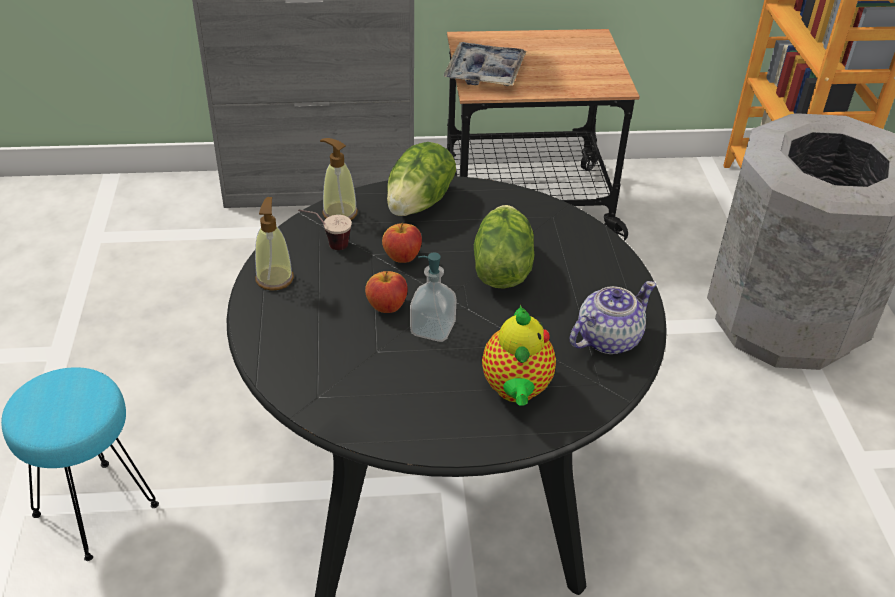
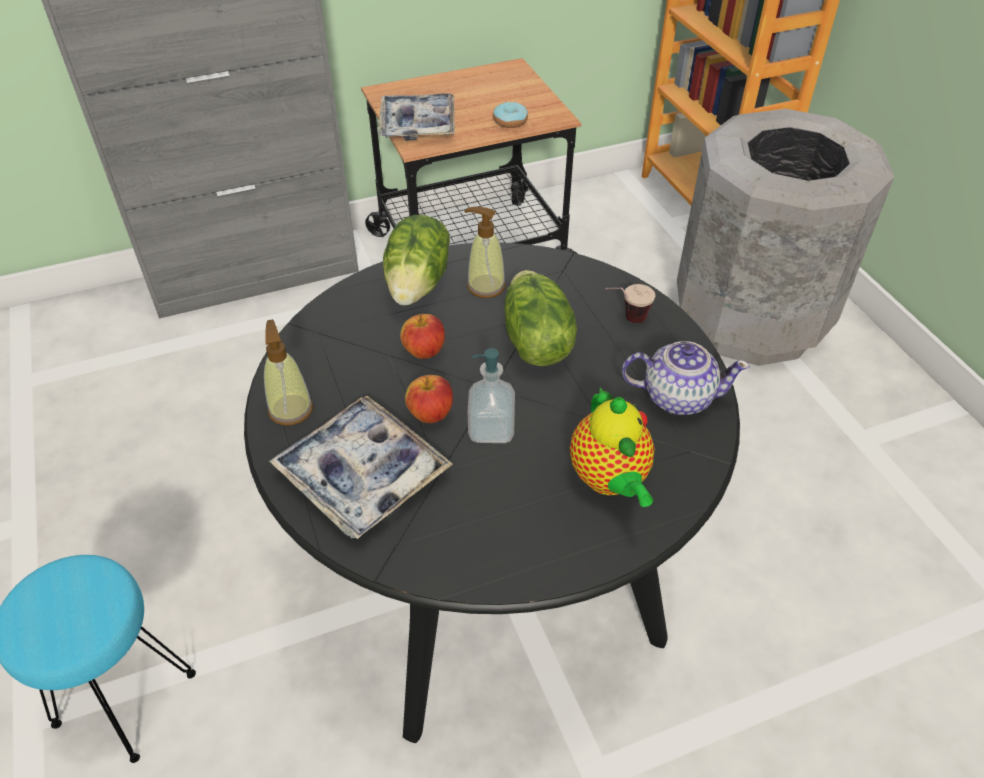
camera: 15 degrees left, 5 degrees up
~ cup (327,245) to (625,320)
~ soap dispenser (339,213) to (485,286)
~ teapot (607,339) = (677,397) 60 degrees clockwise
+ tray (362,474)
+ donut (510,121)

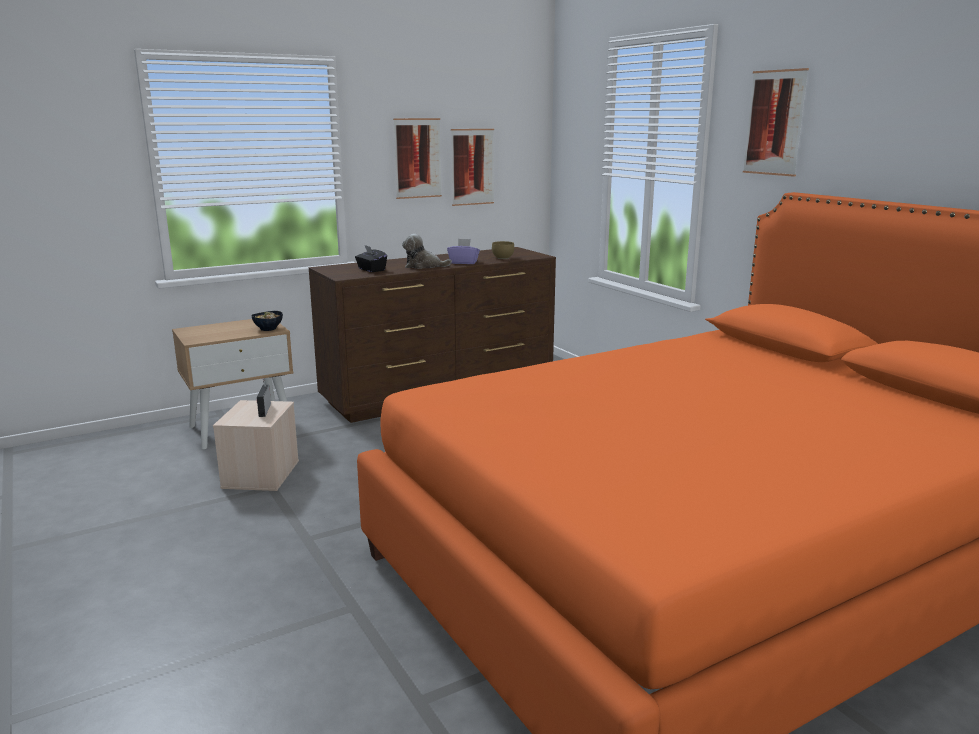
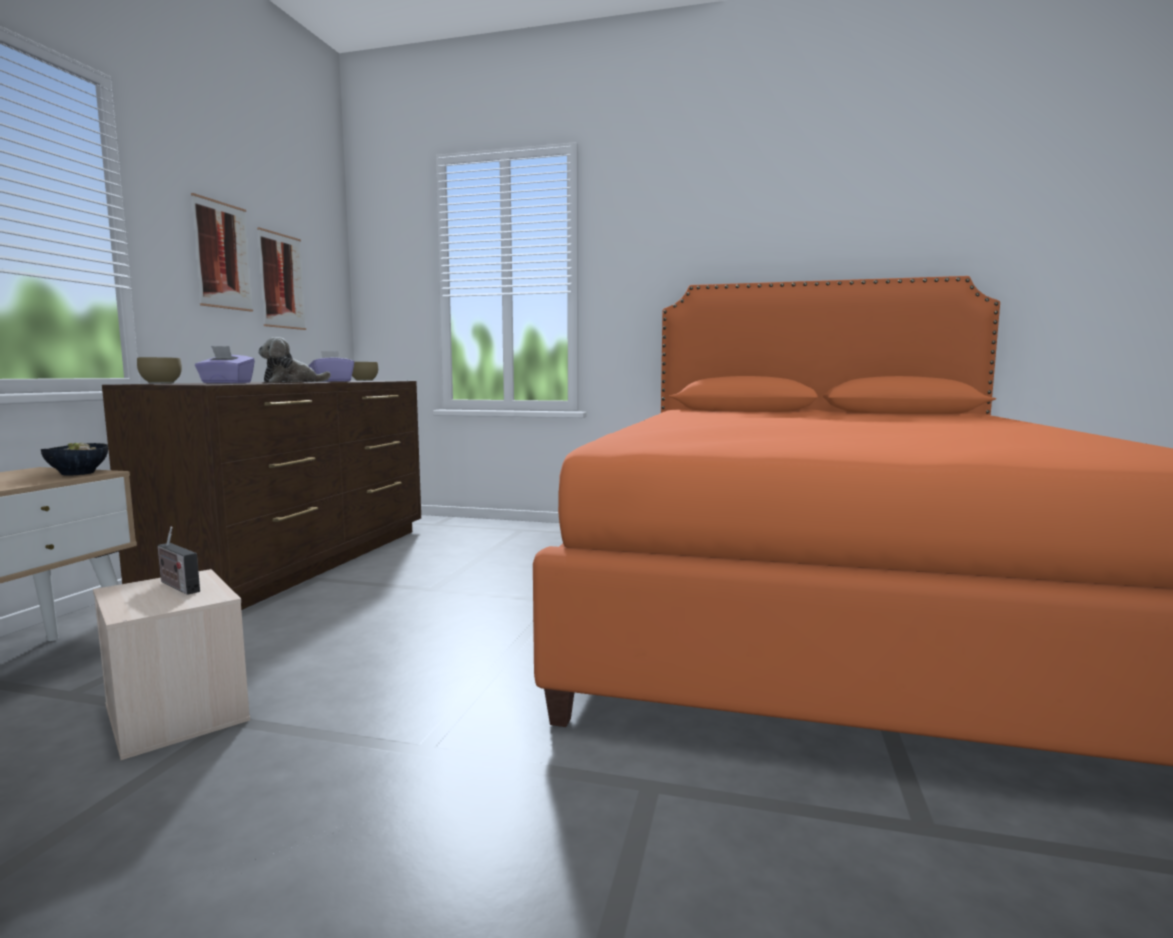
camera: 45 degrees left, 10 degrees down
~ tissue box (black) (371,270) to tissue box (purple) (226,383)
- picture (774,123)
+ bowl (brown) (163,383)

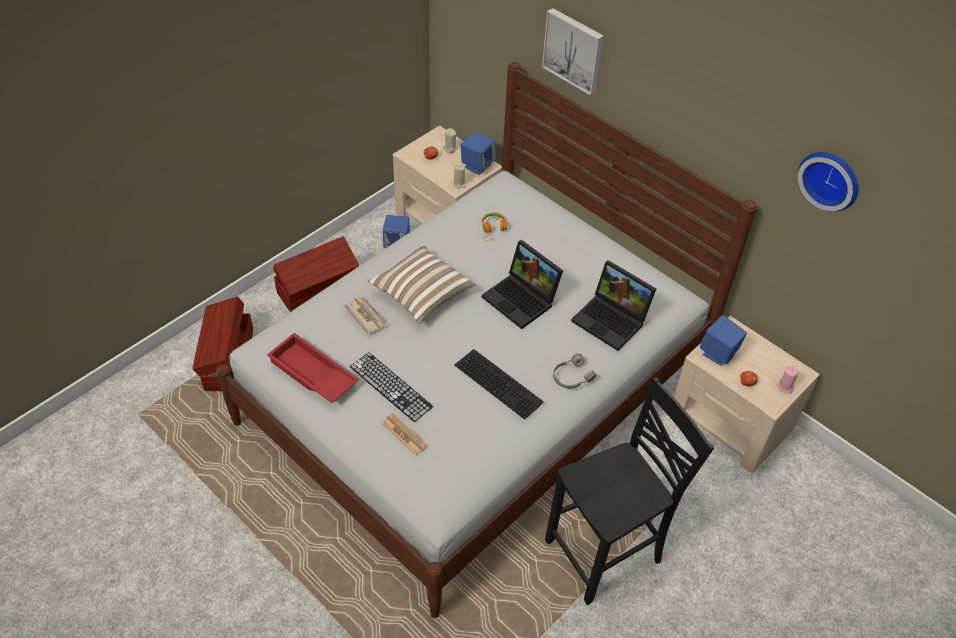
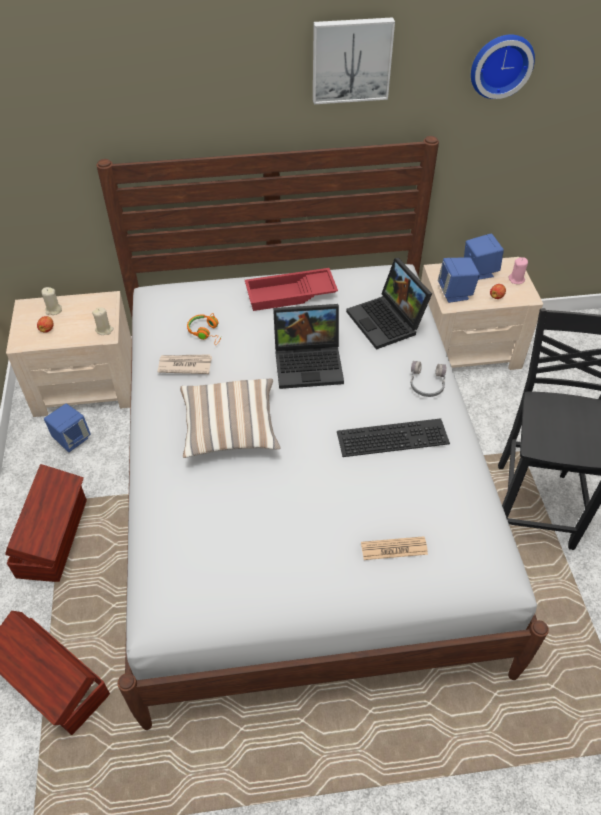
camera: 50 degrees left, 0 degrees up
~ tray (red) (312,374) to (290,295)
~ newspaper (366,316) to (184,365)
- keyboard (391,386)
~ speaker (blue) (477,165) to (479,271)
~ picture (574,50) to (351,60)
~ laptop (612,320) = (388,322) 75 degrees clockwise

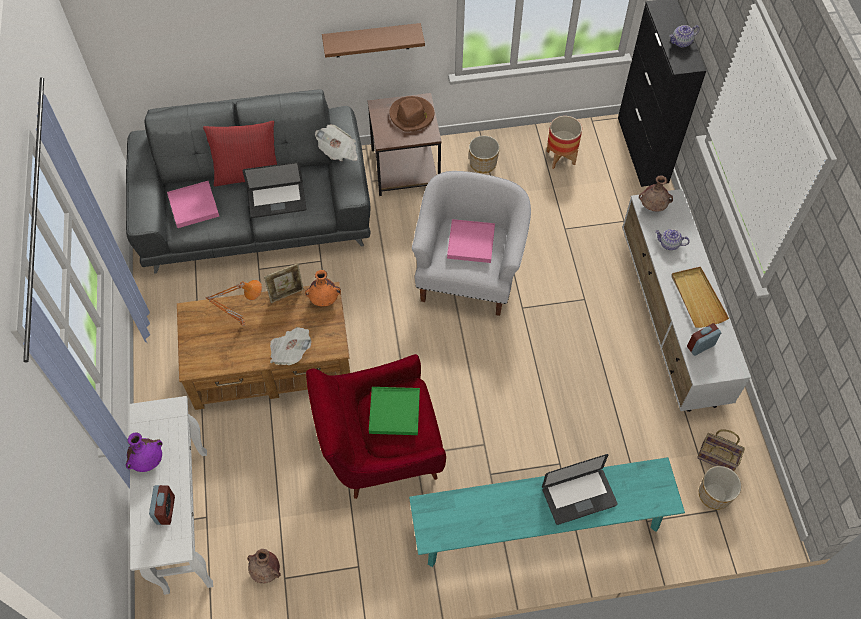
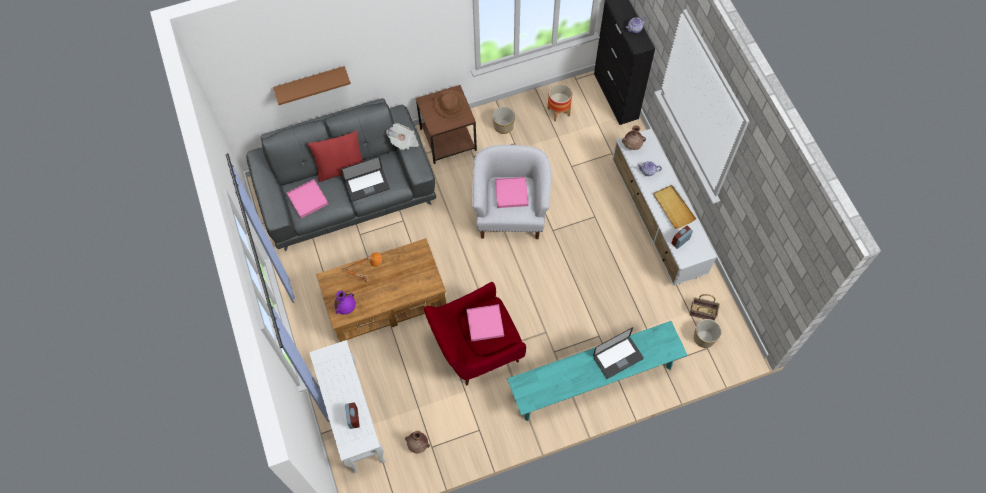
camera: 10 degrees left, 5 degrees up
~ vase (purple) (148,460) to (346,307)
- picture frame (287,294)
- newspaper (290,352)
- vase (orange) (324,300)
~ shelf (brown) (372,40) to (311,83)
~ tray (green) (394,412) to tray (pink) (485,323)

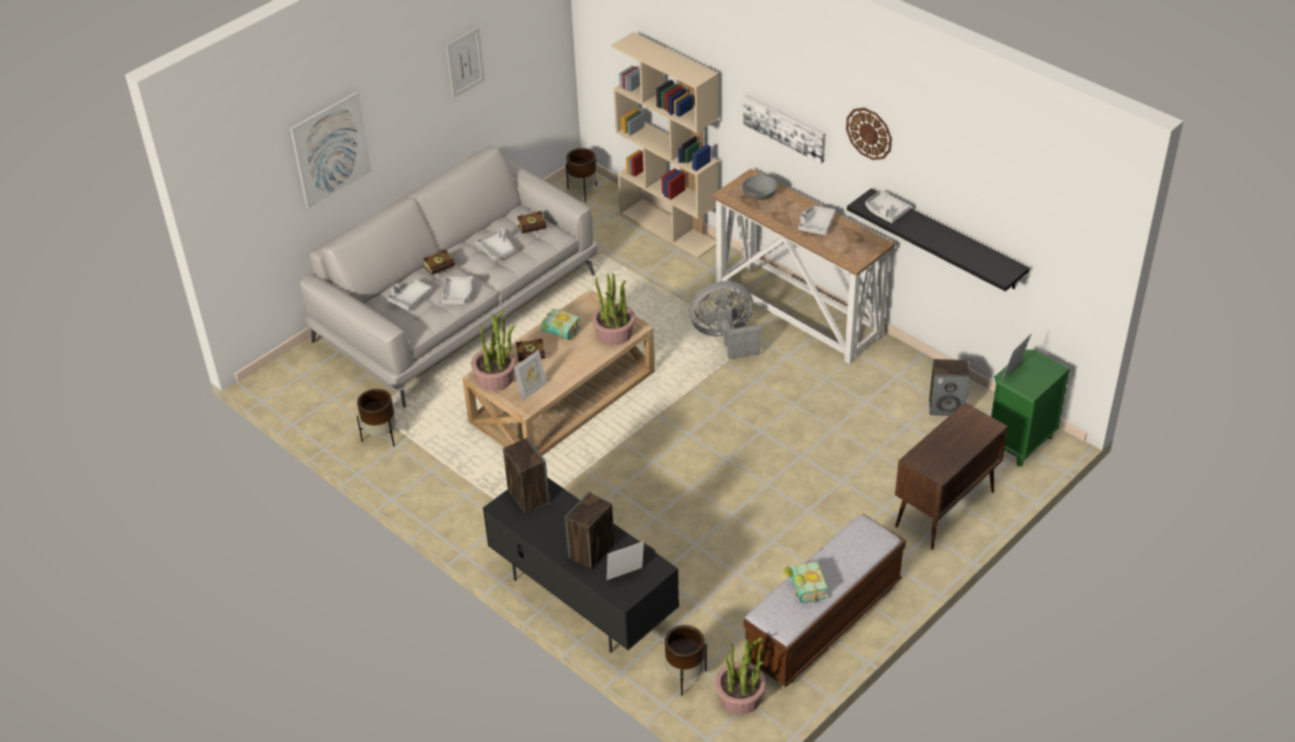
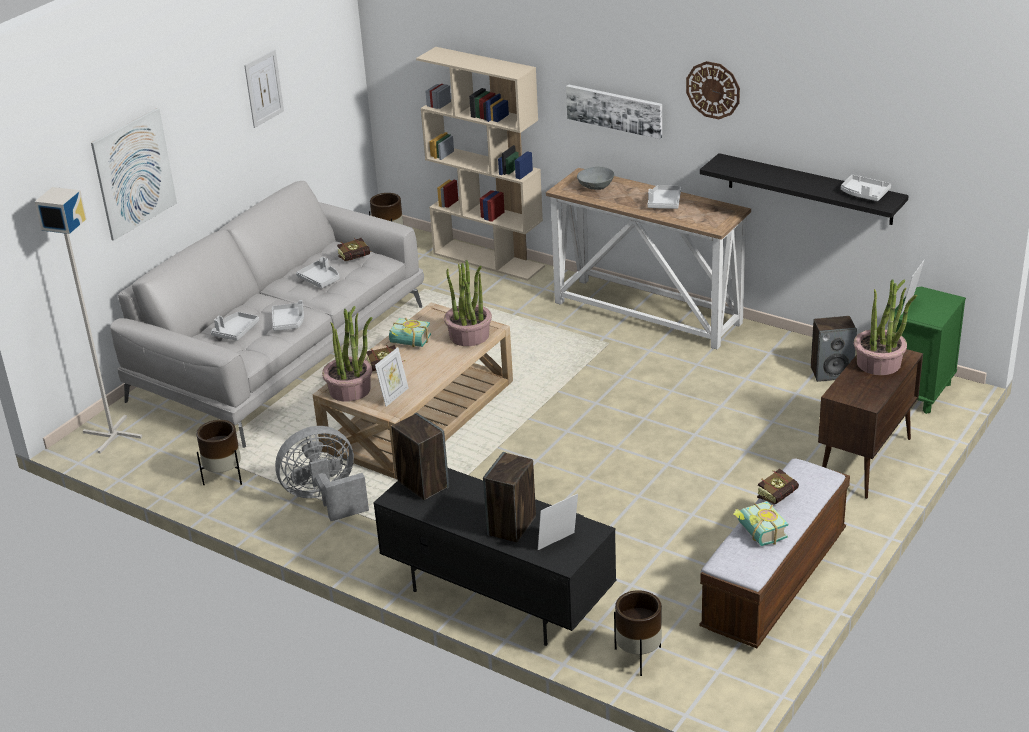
camera: 10 degrees left, 10 degrees down
~ book (443,269) to (779,495)
~ fan (grey) (726,338) to (325,499)
~ potted plant (740,697) to (879,363)
~ tray (grey) (885,212) to (864,194)
+ floor lamp (grey) (112,434)

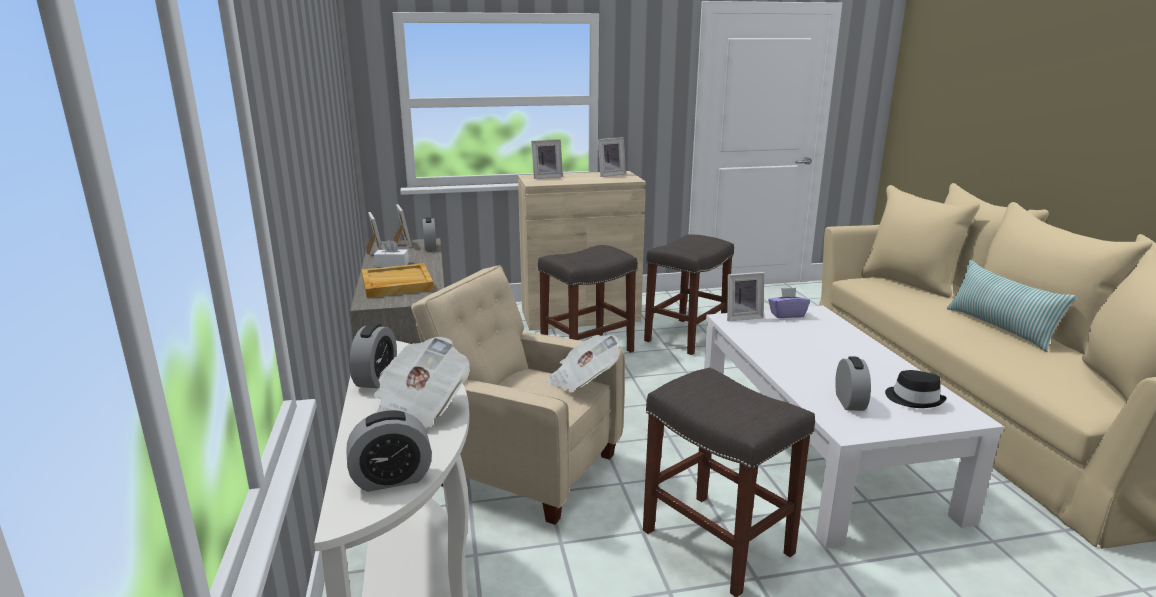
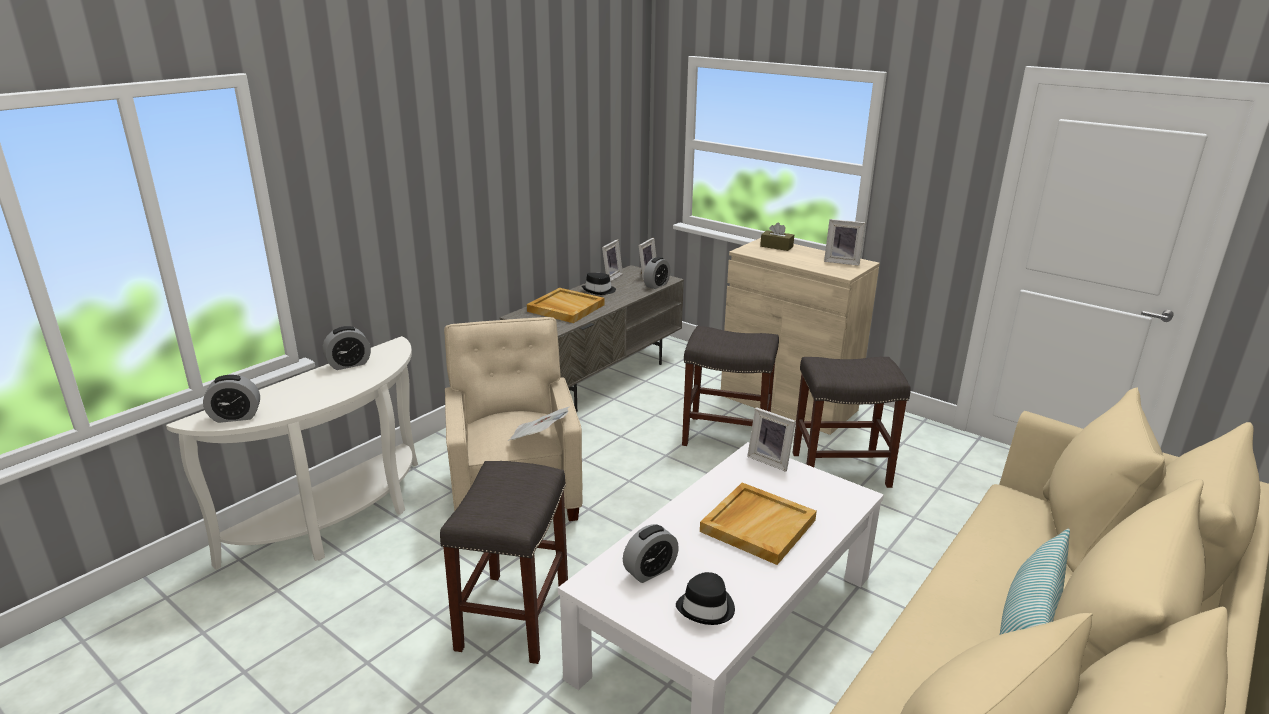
camera: 50 degrees right, 5 degrees up
~ alarm clock (392,479) = (236,417) 45 degrees counterclockwise
~ tissue box (white) (392,264) to hat (black) (599,290)
- newspaper (418,409)
~ picture frame (546,177) to tissue box (brown) (776,246)
- tissue box (purple) (787,314)
+ tray (beige) (757,525)

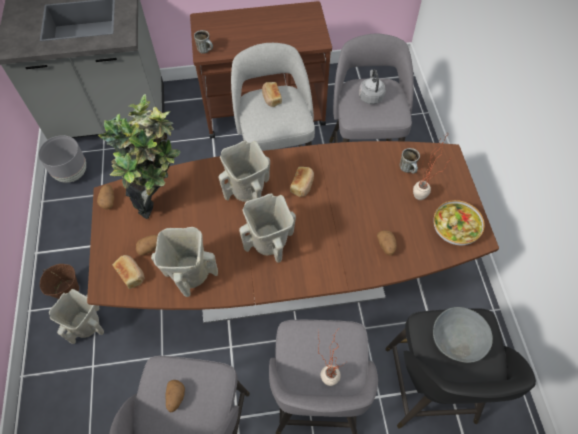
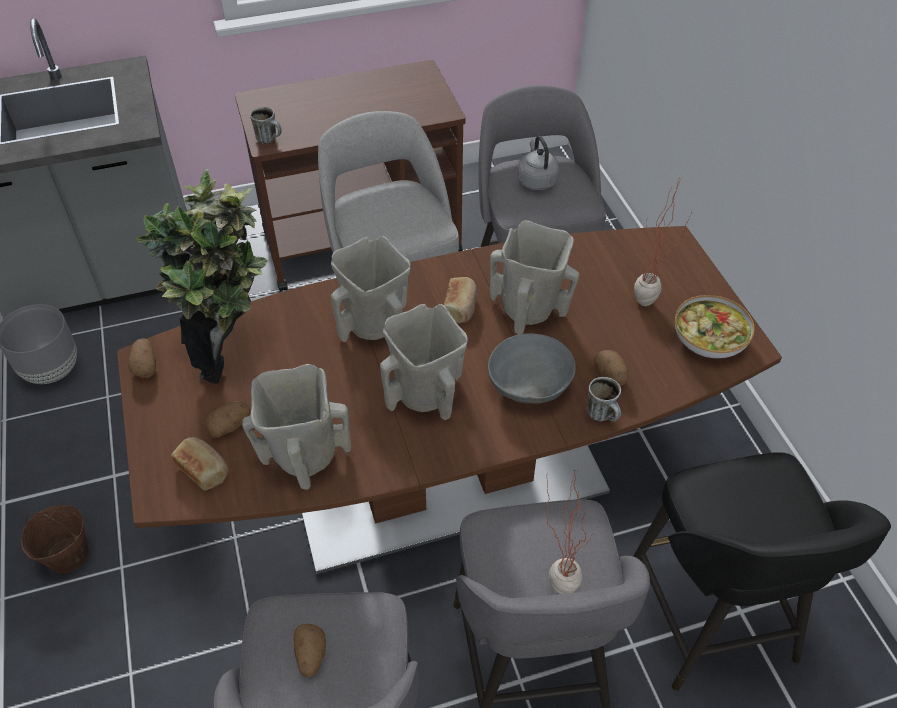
camera: 10 degrees left, 10 degrees down
~ vase (beige) (87,326) to (530,310)
- bread (271,98)
~ mug (408,170) to (603,416)
~ bowl (grey) (457,340) to (530,383)

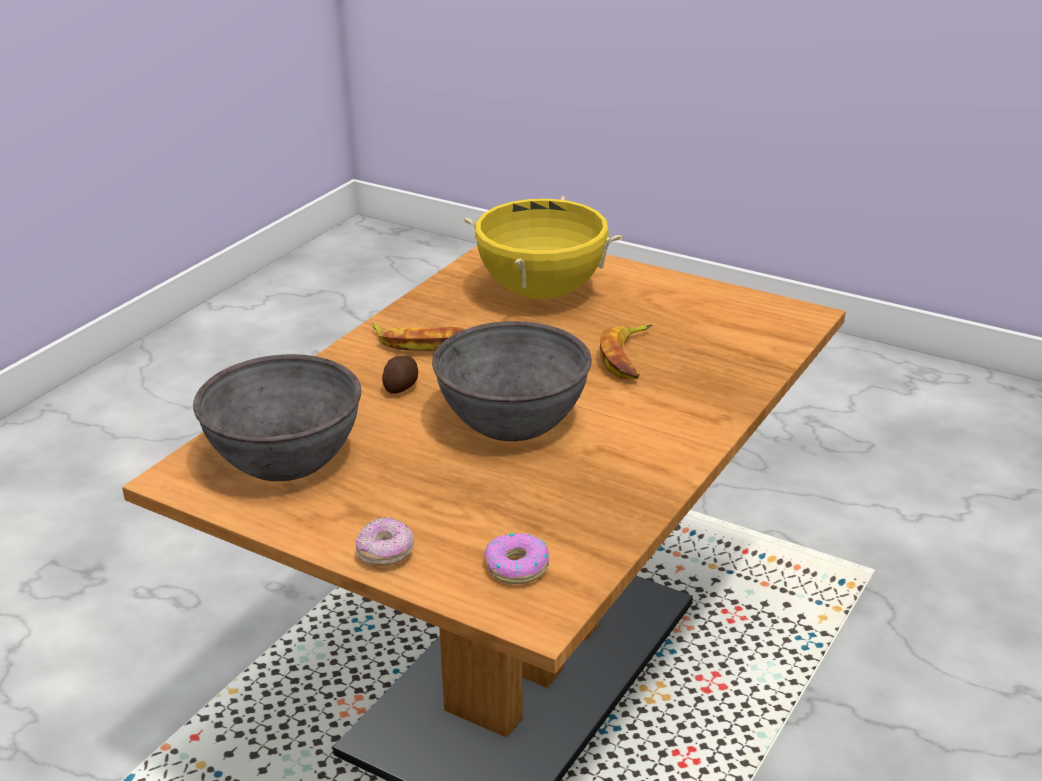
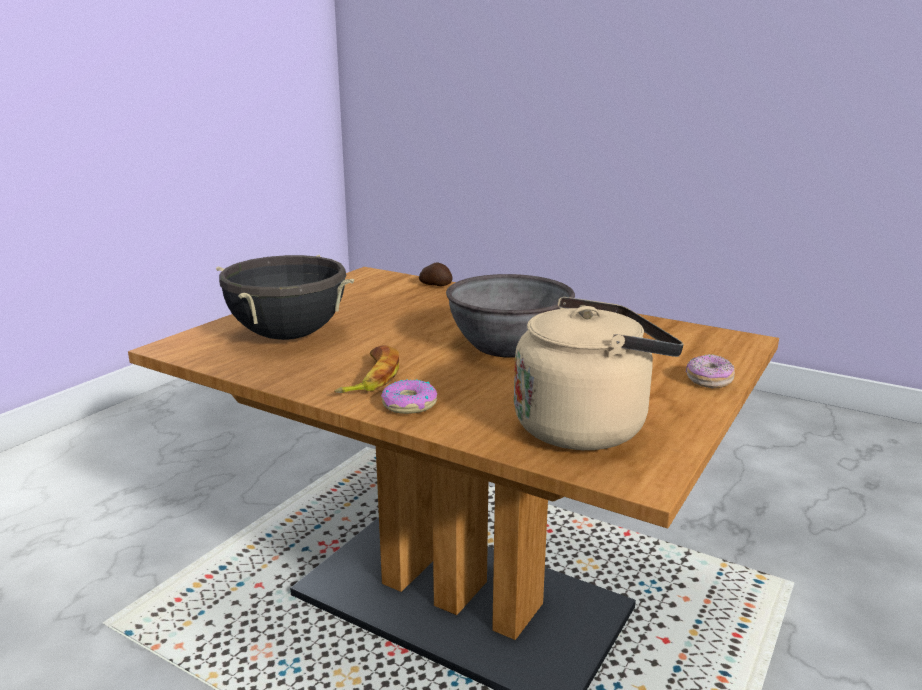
camera: 90 degrees left, 10 degrees down
~ bowl (grey) (285,457) to kettle (beige) (587,426)
~ potato (402,386) to (436,285)
~ cooking pot (yellow) (541,292) to cooking pot (black) (288,336)
~ donut (516,566) to (409,405)
- banana (628,358)

